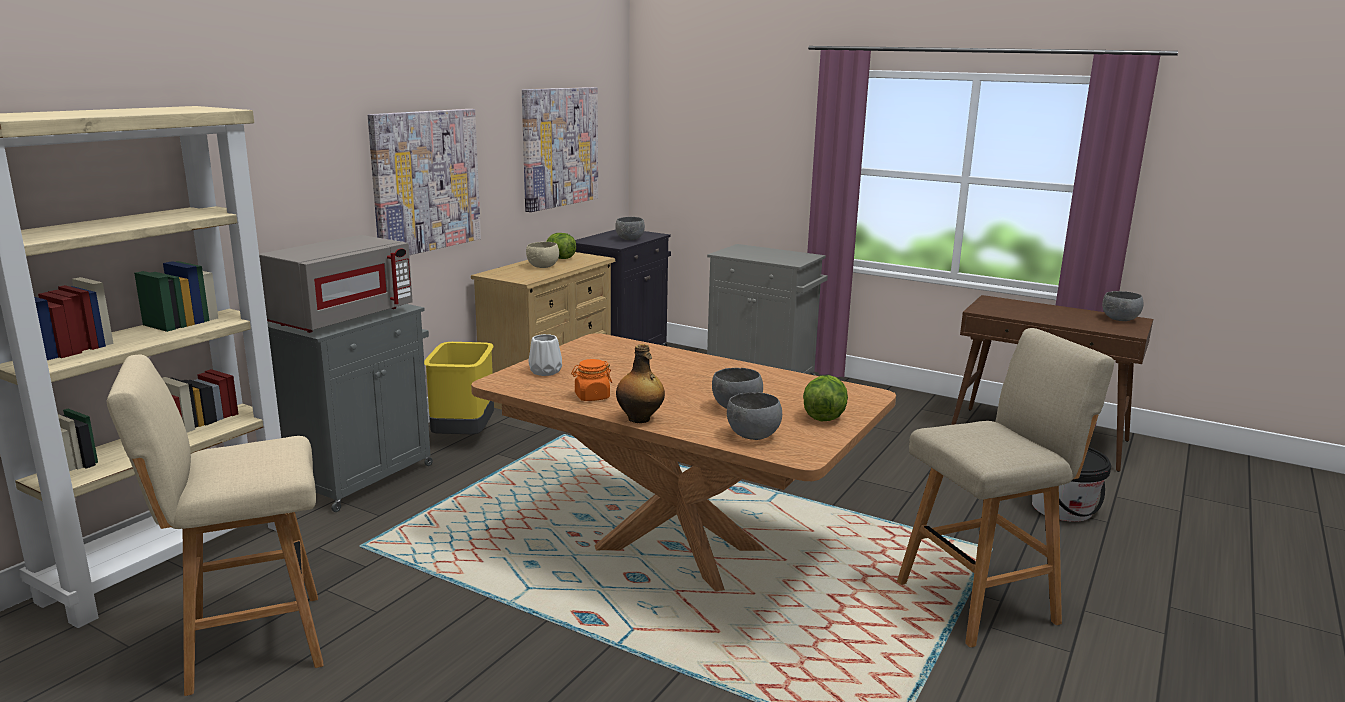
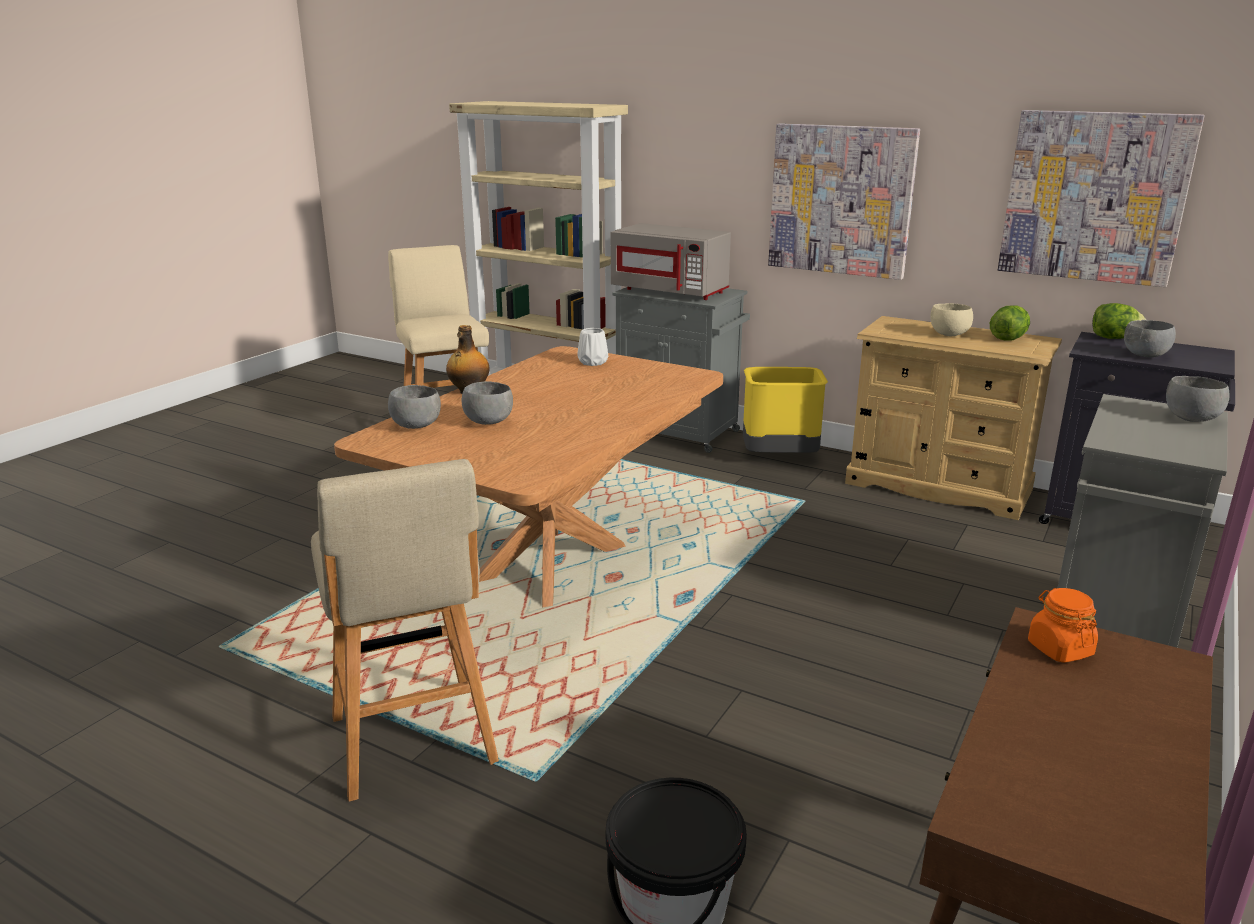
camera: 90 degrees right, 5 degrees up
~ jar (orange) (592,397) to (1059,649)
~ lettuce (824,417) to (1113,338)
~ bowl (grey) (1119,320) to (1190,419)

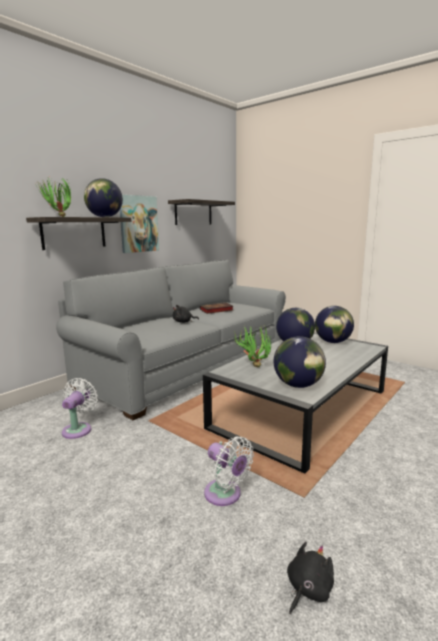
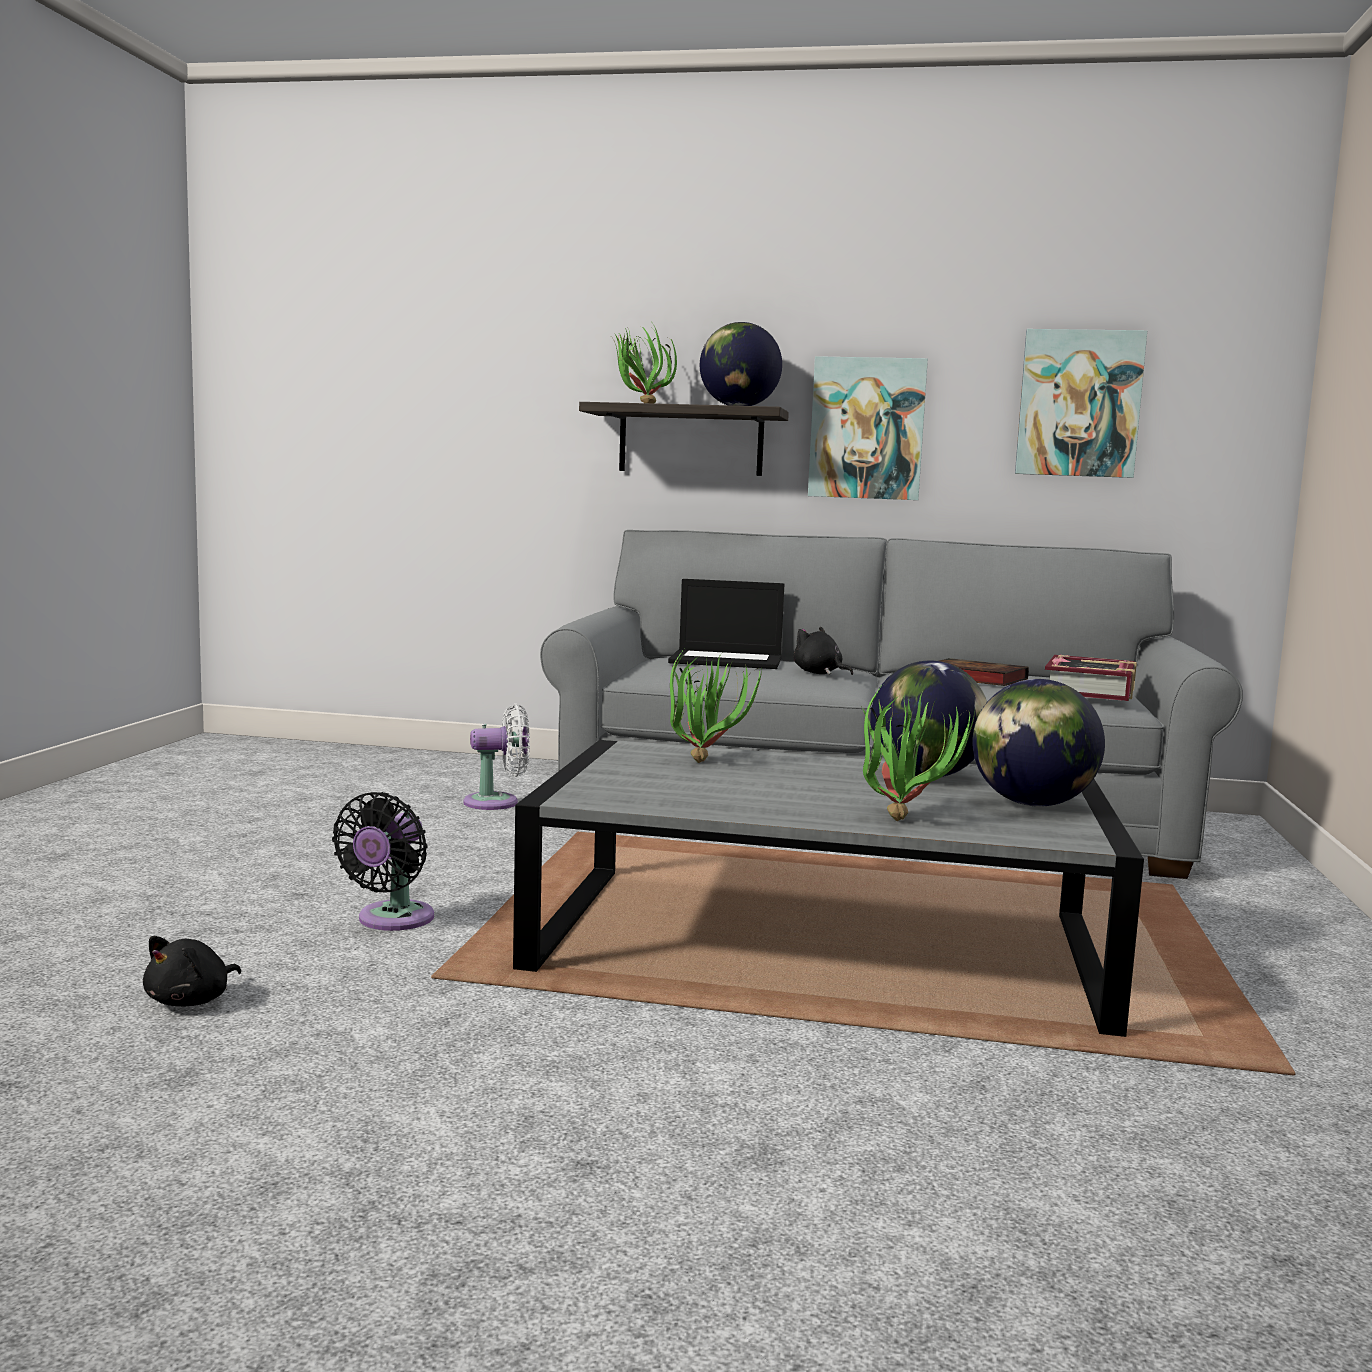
camera: 60 degrees right, 5 degrees down
~ shelf (193,213) to picture (1079,404)
~ fan (white) (225,495) to fan (black) (391,920)
- globe (298,385)
~ plush toy (black) (308,589) = (192,1001) 105 degrees clockwise
+ laptop (727,660)
+ potted plant (901,816)
+ book (1090,690)

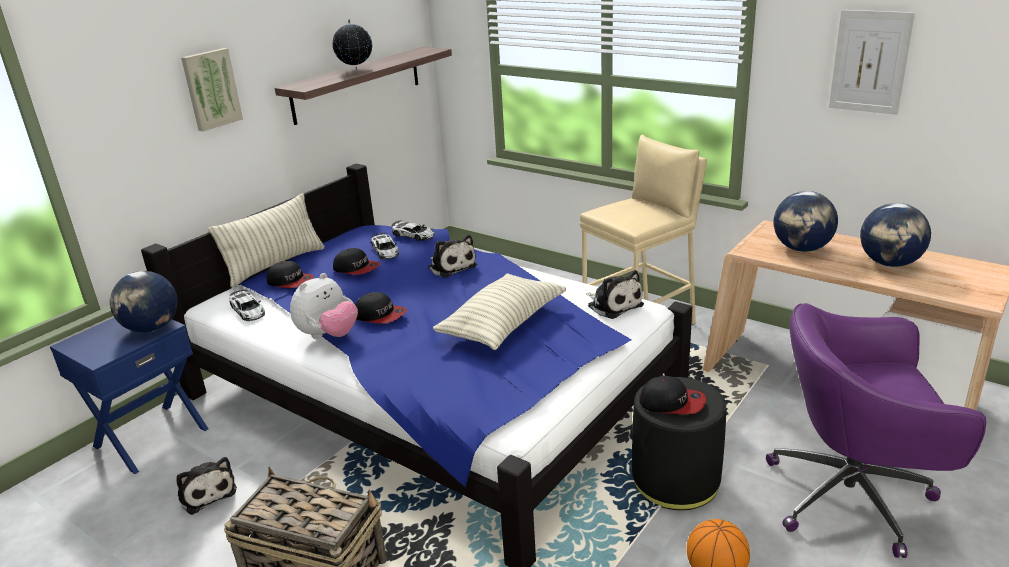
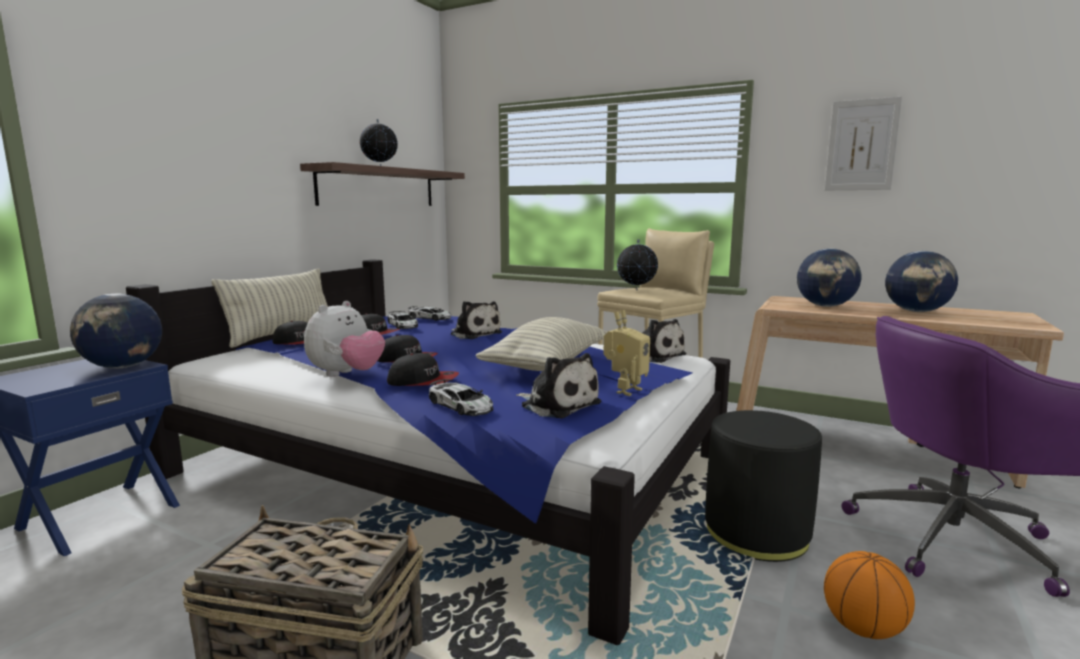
camera: 10 degrees left, 15 degrees down
~ plush toy (206,492) to (558,405)
- picture (211,89)
~ toy car (248,310) to (461,405)
~ cap (672,403) to (423,381)
+ toy robot (624,390)
+ globe (636,290)

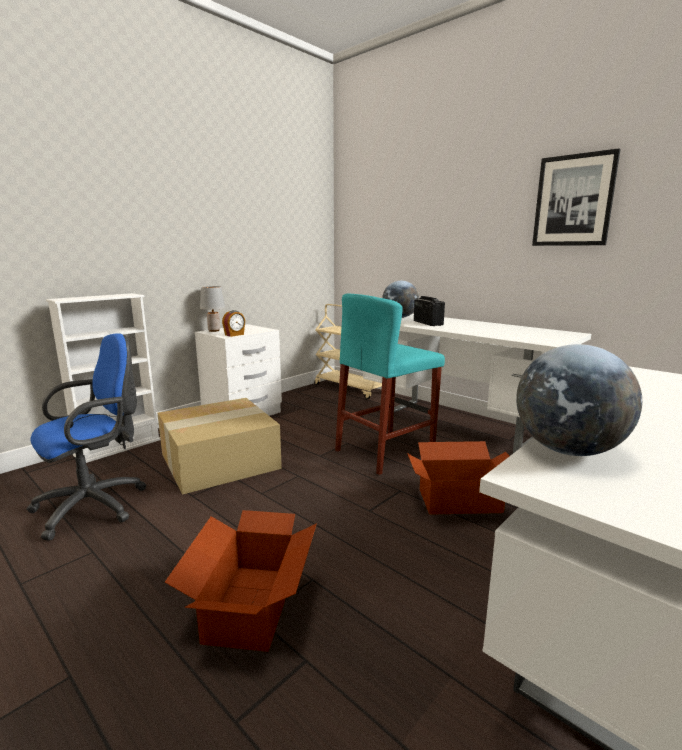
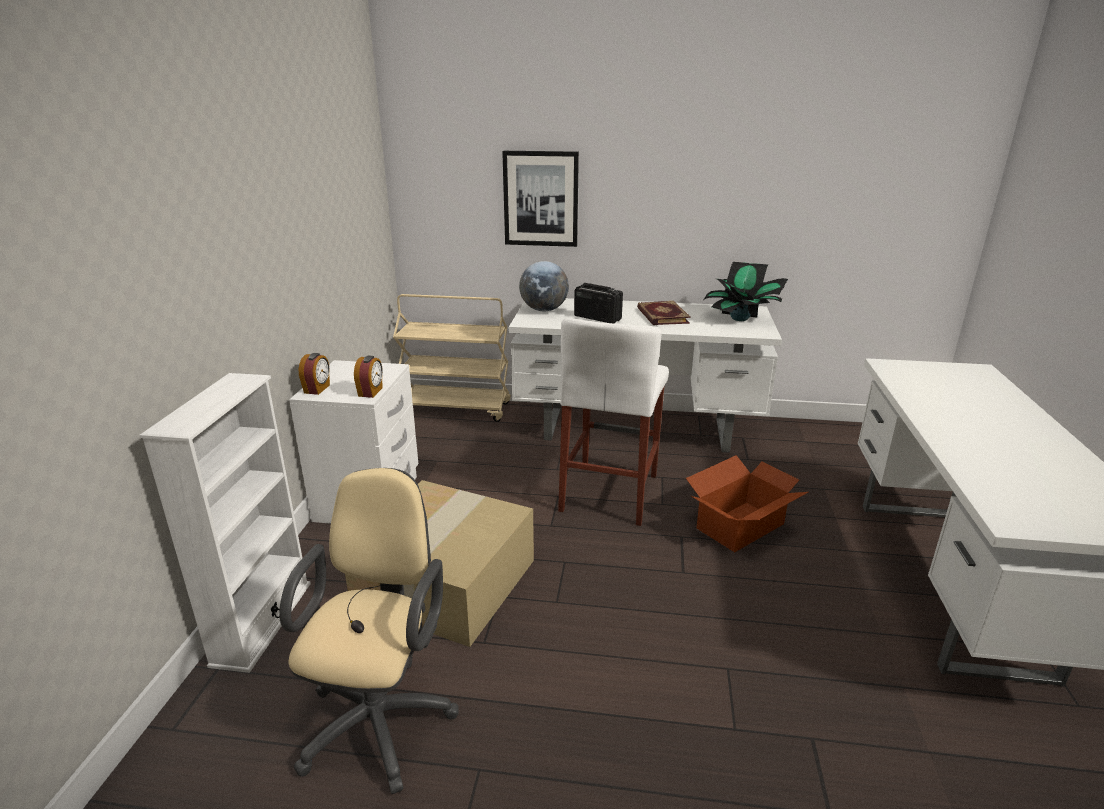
camera: 35 degrees left, 10 degrees up
~ office chair (blue) (97,505) to office chair (beige) (382,716)
- cardboard box (249,606)
~ table lamp (grey) (214,330) to alarm clock (317,389)
~ stool (turquoise) (385,451) to stool (white) (609,492)
- globe (568,450)
~ picture (573,201) to (541,199)
+ book (661,316)
+ potted plant (740,319)

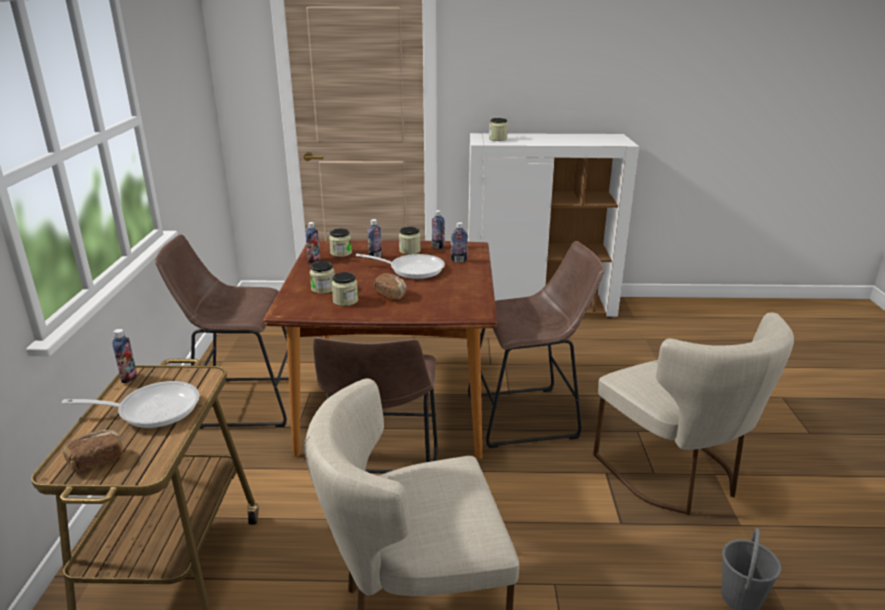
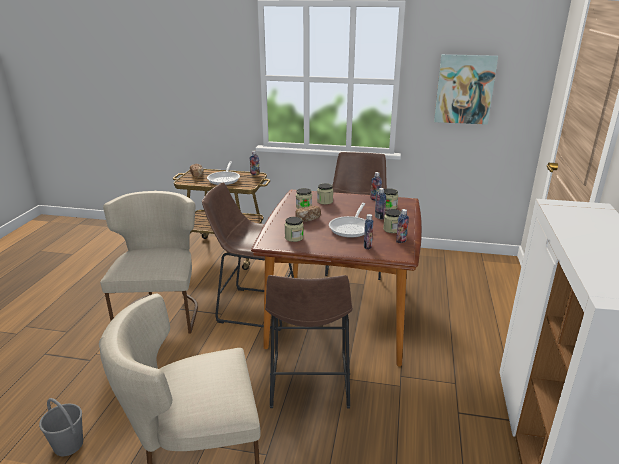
camera: 100 degrees right, 0 degrees up
~ jar (498,139) to (294,238)
+ picture (464,89)

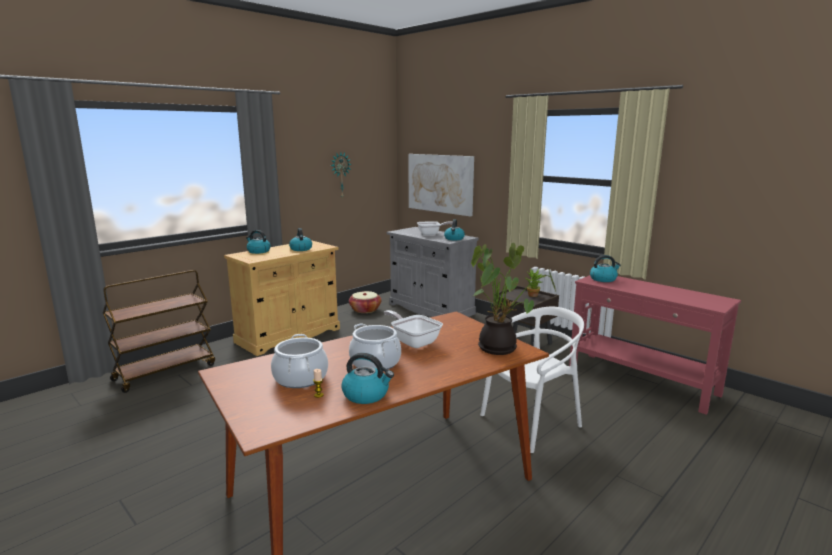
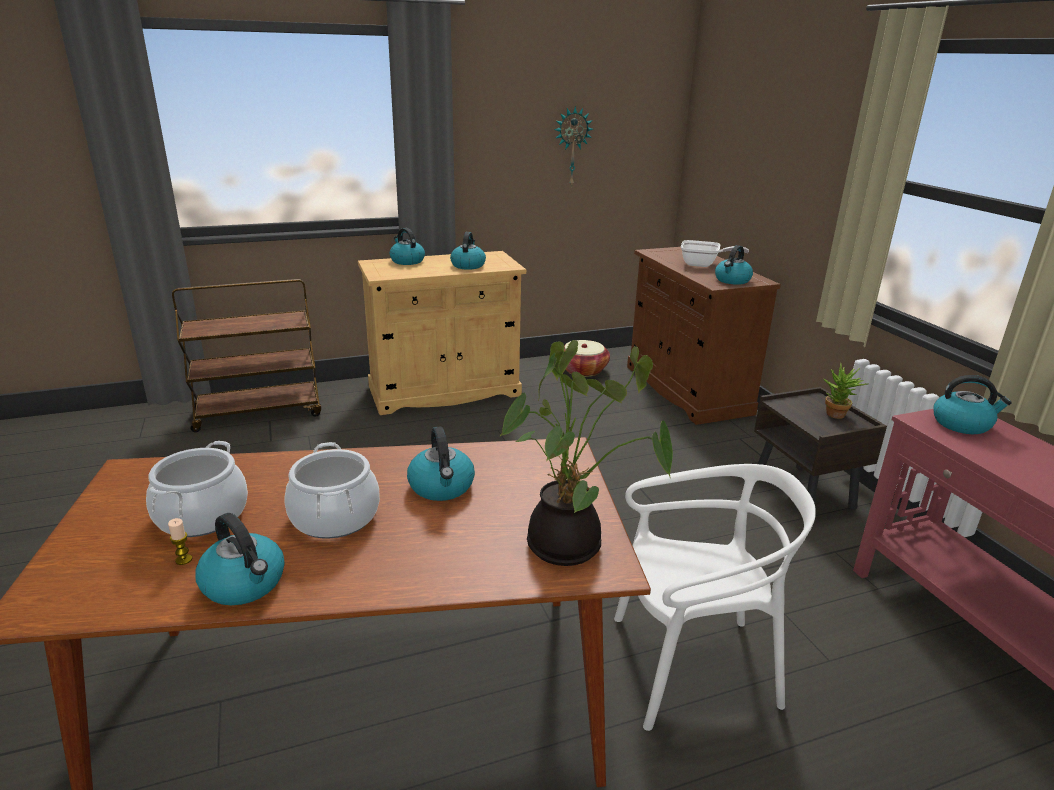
camera: 25 degrees right, 10 degrees up
~ frying pan (413,341) to kettle (442,487)
~ cabinet (grey) (431,309) to cabinet (brown) (686,389)
- picture (440,183)

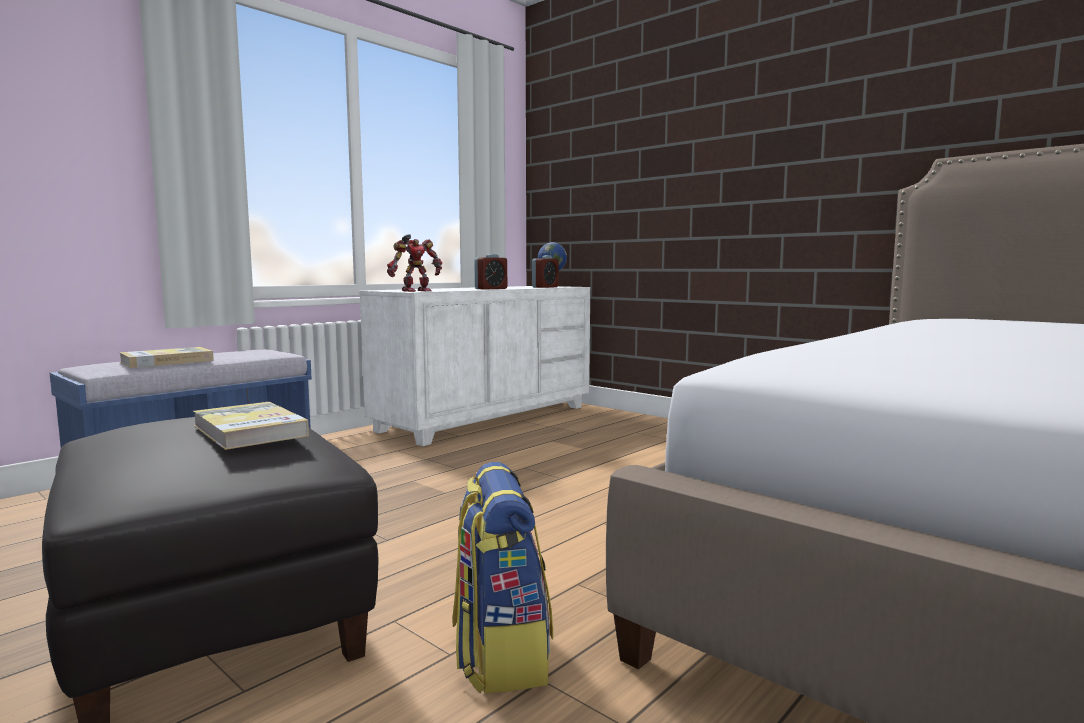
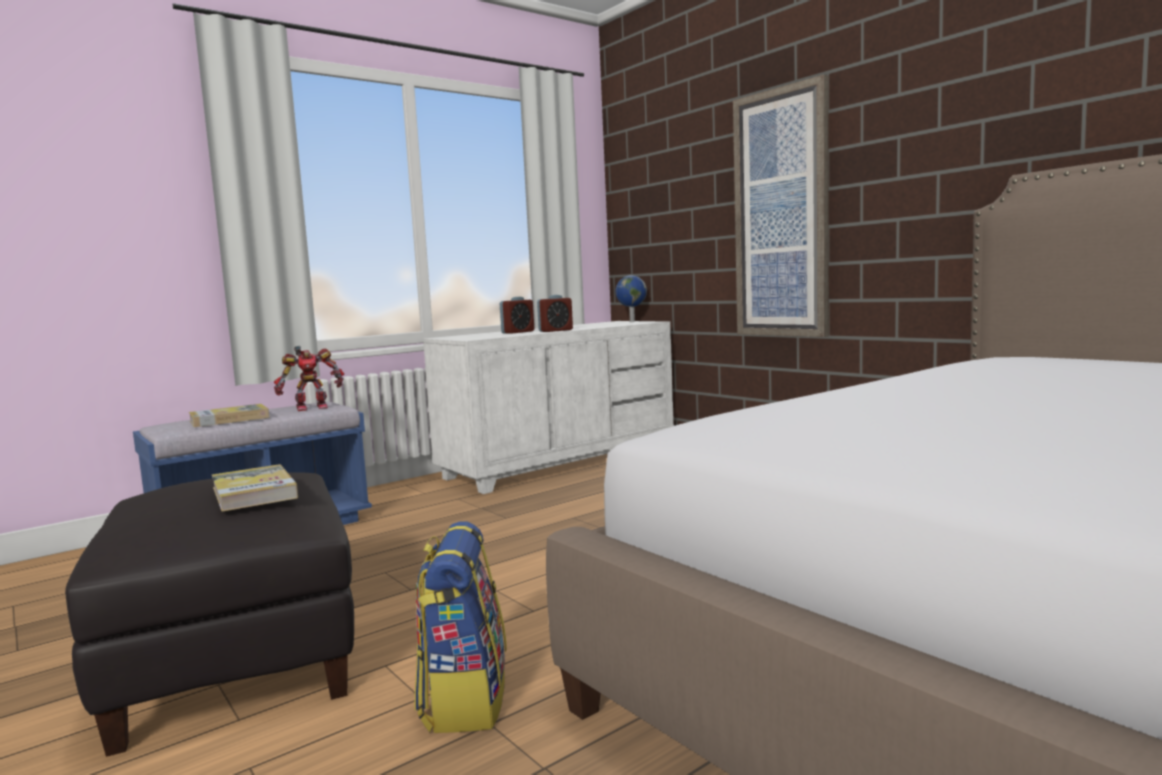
camera: 10 degrees right, 0 degrees up
~ toy robot (415,291) to (311,407)
~ alarm clock (545,287) to (518,332)
+ picture (782,214)

